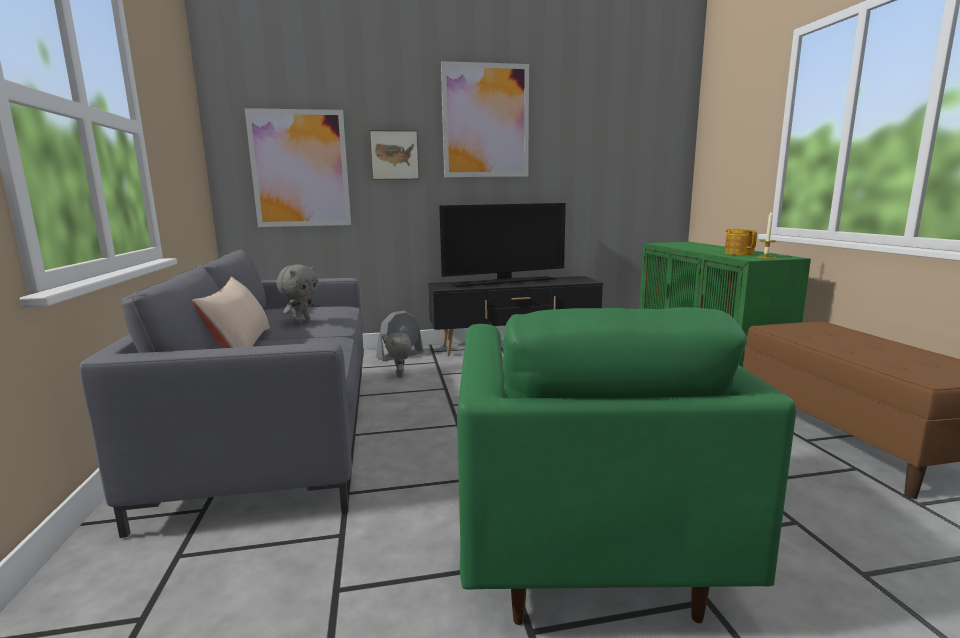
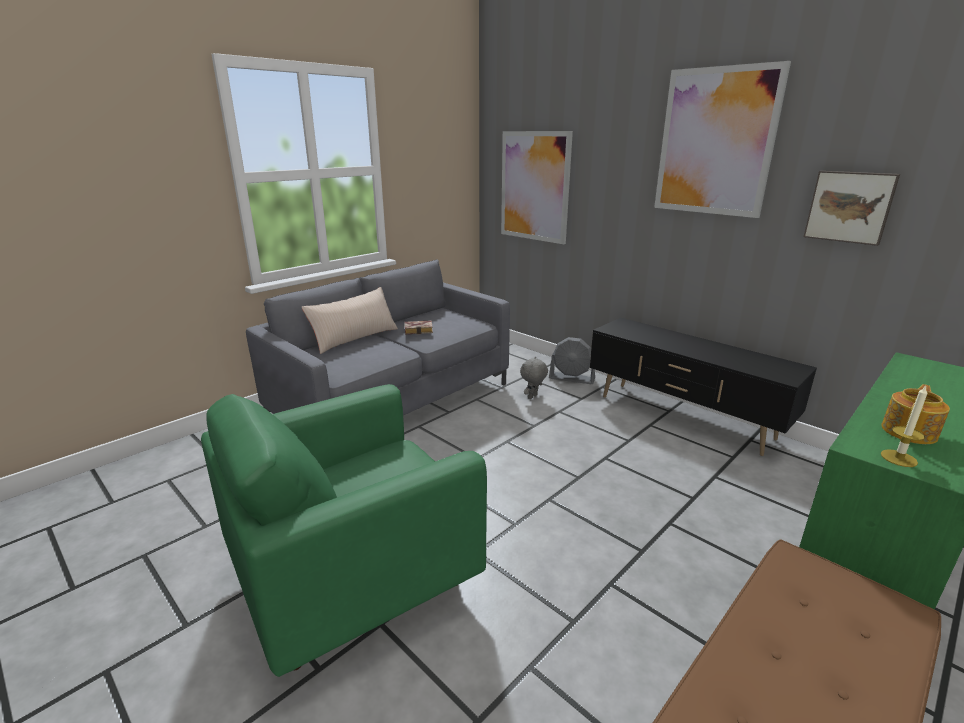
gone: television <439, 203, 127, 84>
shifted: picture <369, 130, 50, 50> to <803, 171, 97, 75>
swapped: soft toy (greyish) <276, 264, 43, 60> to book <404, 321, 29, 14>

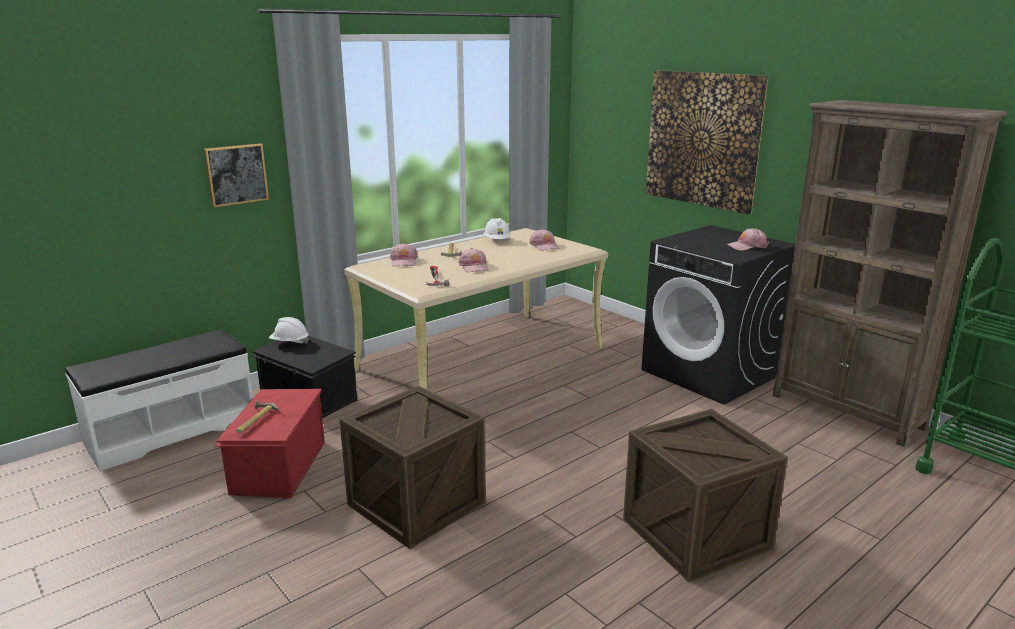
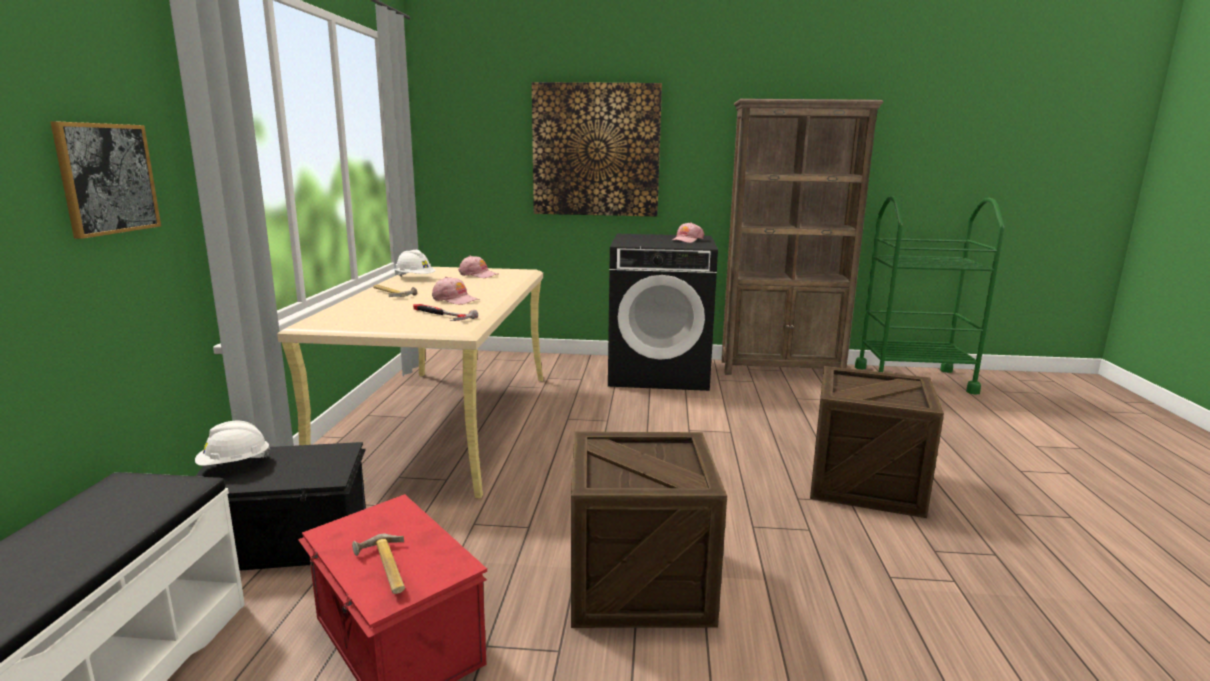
gone: cap (pinkish) <390, 243, 28, 23>

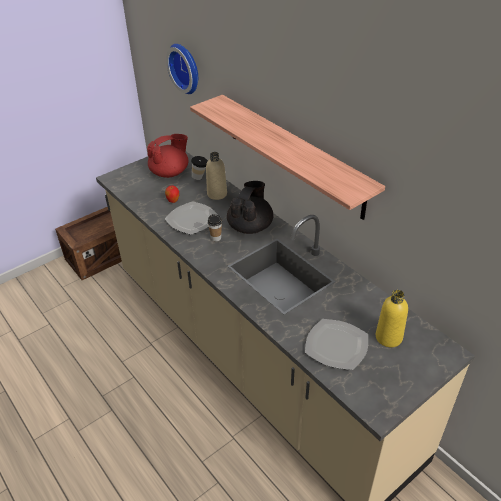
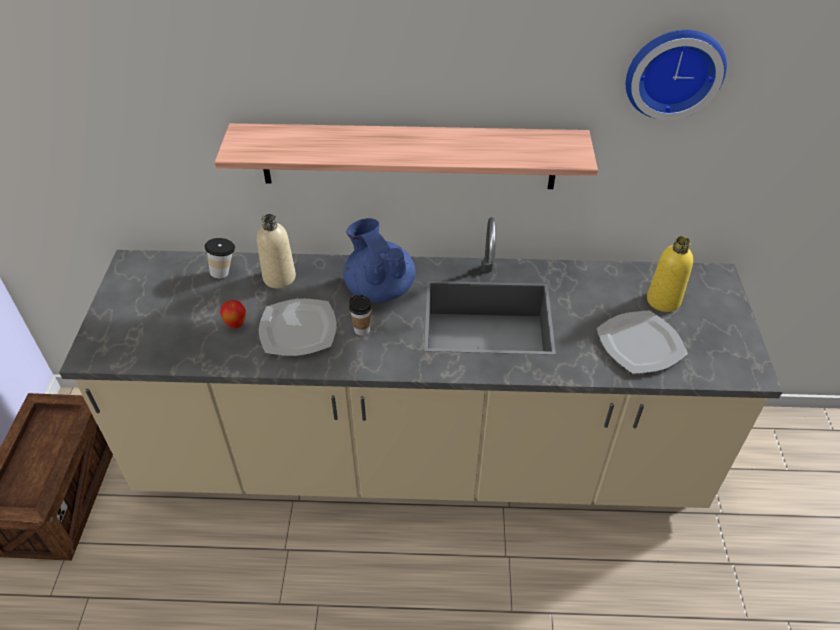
gone: teapot (red) <147, 134, 41, 44>
shifted: clock on the wall <166, 44, 32, 50> to <626, 30, 101, 90>
repainted: teapot (black-coloured) <227, 181, 47, 53> to teapot (blue-coloured) <343, 218, 73, 85>

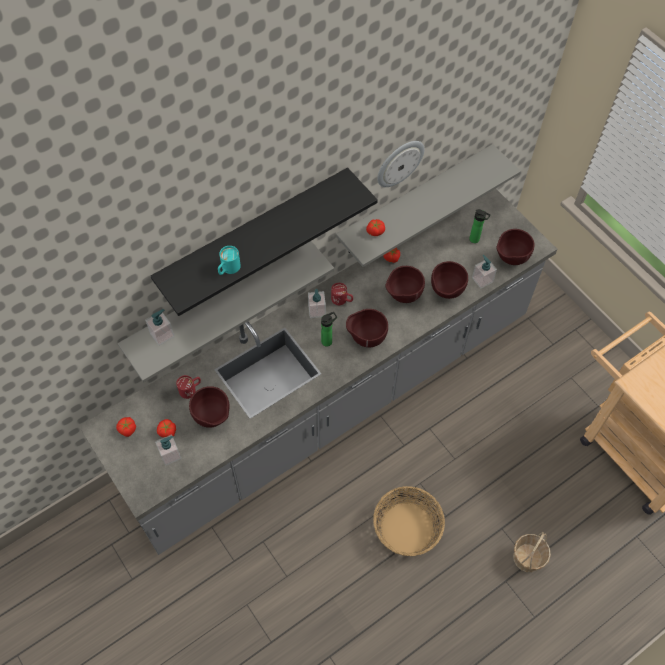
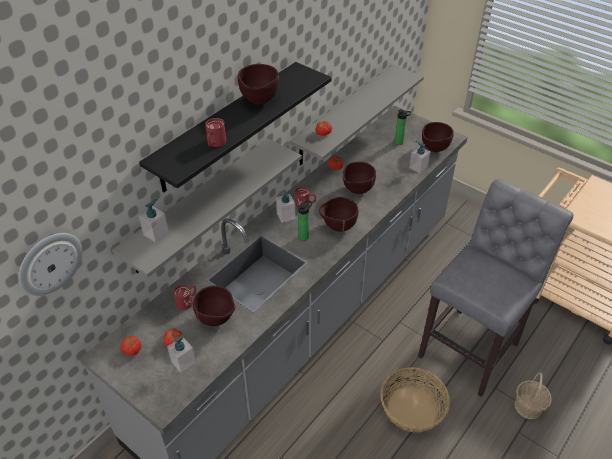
new: stool seat (greyish) <418, 179, 155, 218>
shifted: clock on the wall <377, 141, 48, 46> to <18, 233, 64, 63>; bowl (brownish) <431, 261, 37, 38> to <238, 64, 41, 41>
repainted: coffee mug (turquoise-coloured) <218, 246, 23, 29> to coffee mug (red) <205, 118, 21, 29>

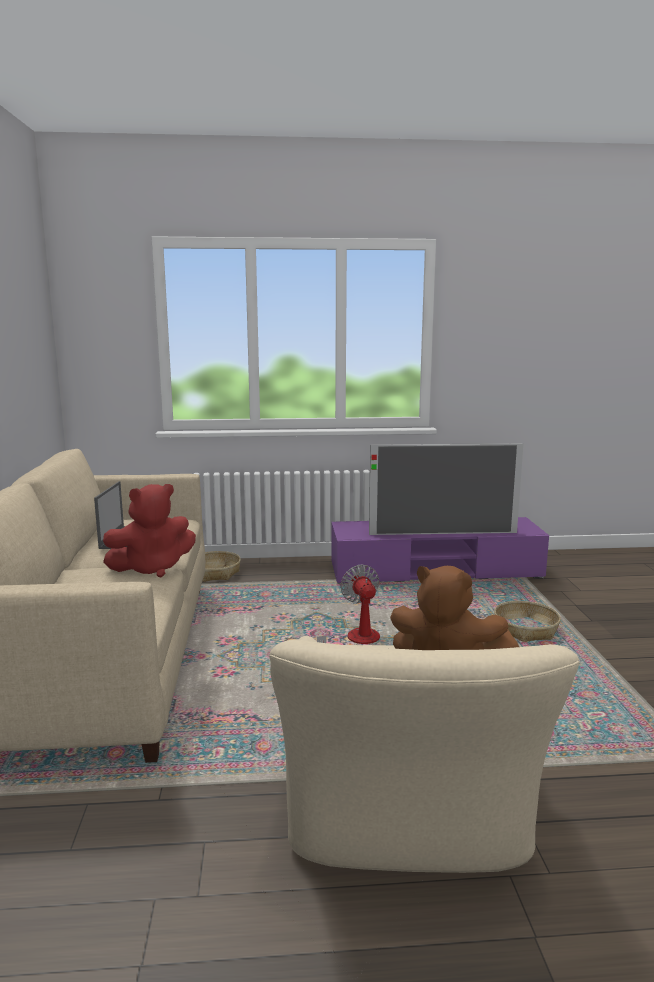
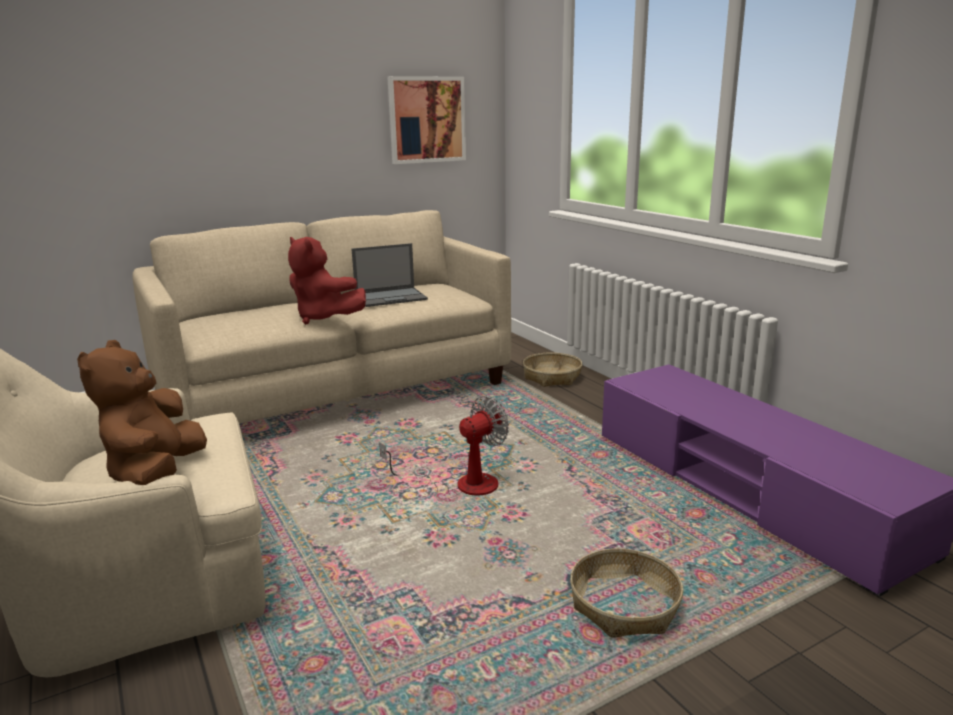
gone: television <369, 443, 154, 92>
new: picture <387, 76, 79, 88>

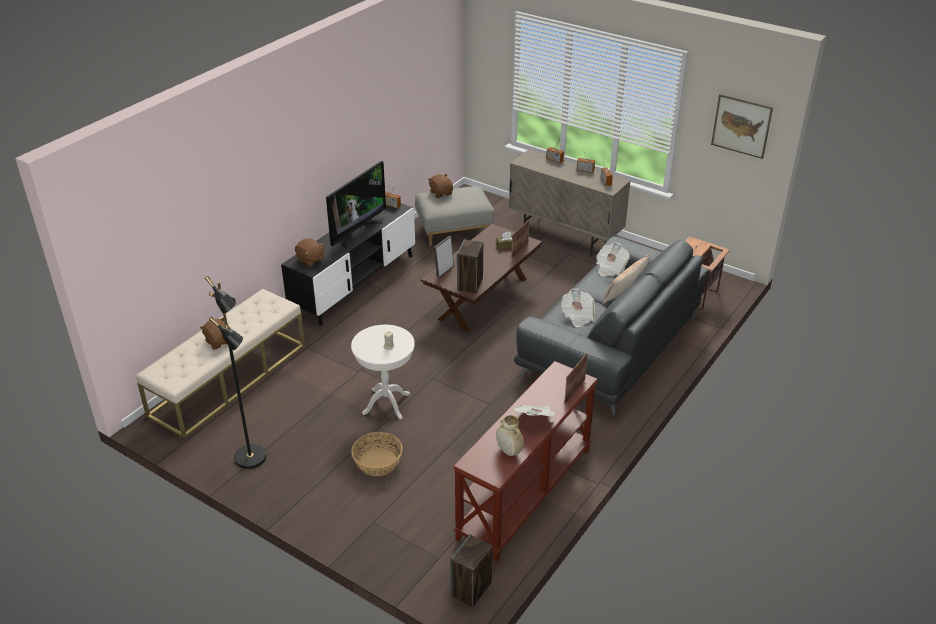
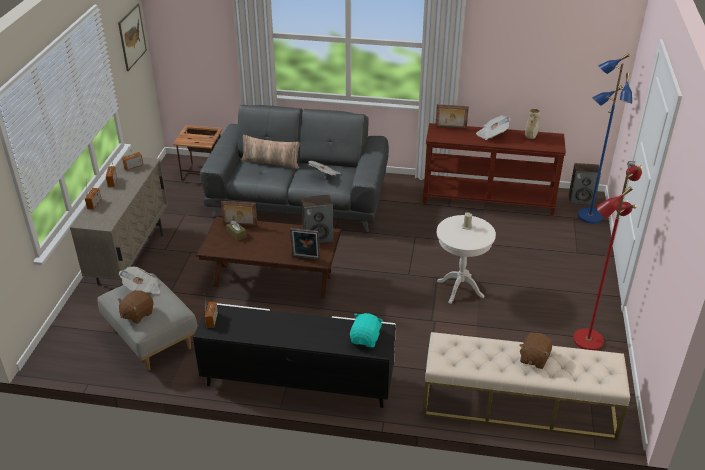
gone: television <326, 161, 60, 88>; storage basket <351, 432, 52, 44>
new: standard lamp (blue-coloured) <578, 53, 54, 171>
shifted: newspaper <596, 243, 34, 33> to <119, 267, 41, 27>
repainted: standard lamp (black-coloured) <205, 276, 62, 193> to standard lamp (red) <573, 165, 69, 185>; soft toy (brownish) <295, 238, 29, 29> to soft toy (turquoise-coloured) <350, 313, 33, 34>

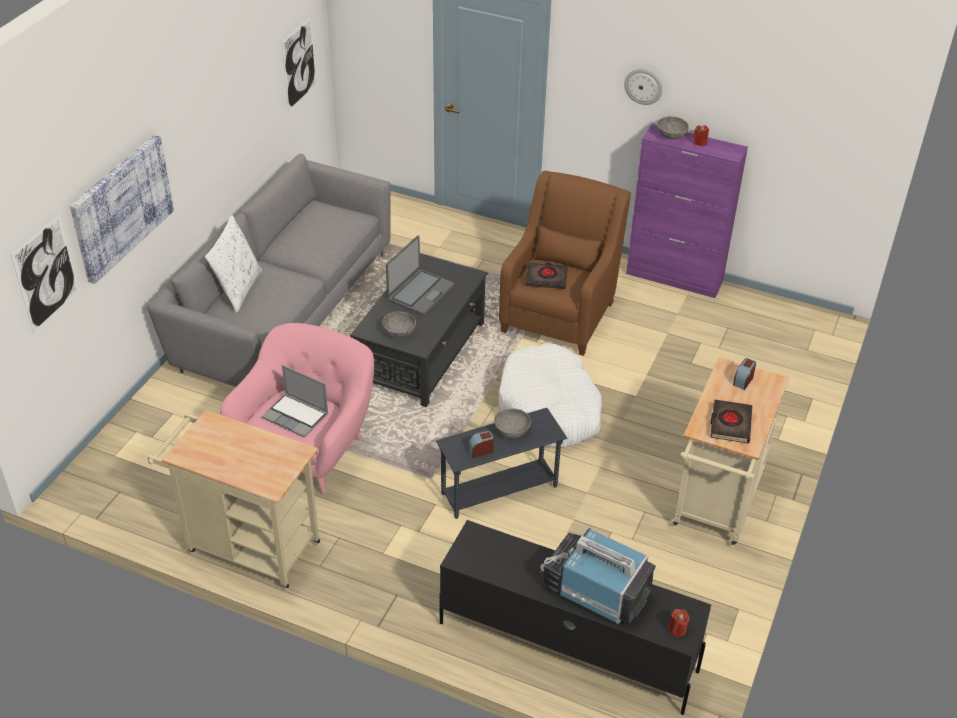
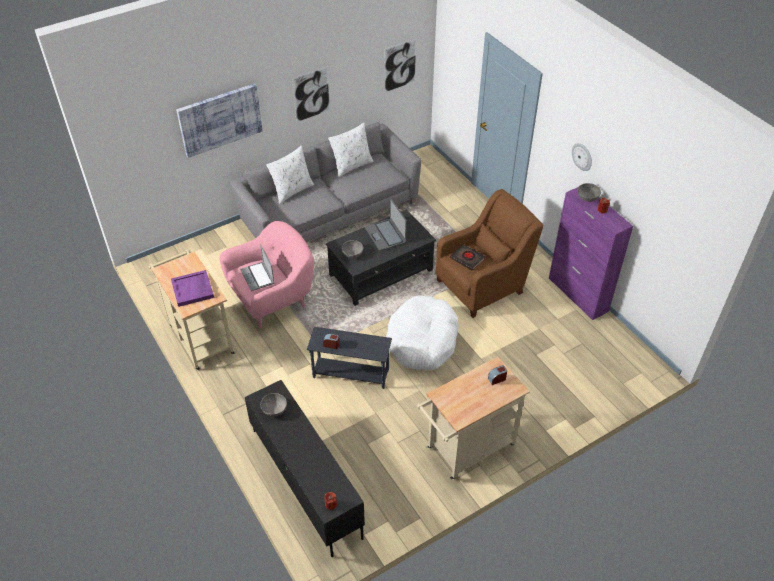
gone: television <540, 528, 116, 96>; book (black-coloured) <710, 399, 43, 45>
new: tray (purple-coloured) <171, 270, 43, 37>; throw pillow (white-coloured) <328, 123, 46, 54>
shifted: picture <11, 214, 68, 119> to <292, 66, 39, 57>; bowl (greyish) <494, 408, 37, 30> to <260, 393, 27, 23>
rotated: portable computer <386, 235, 69, 80> = <365, 198, 42, 53> 90 degrees clockwise

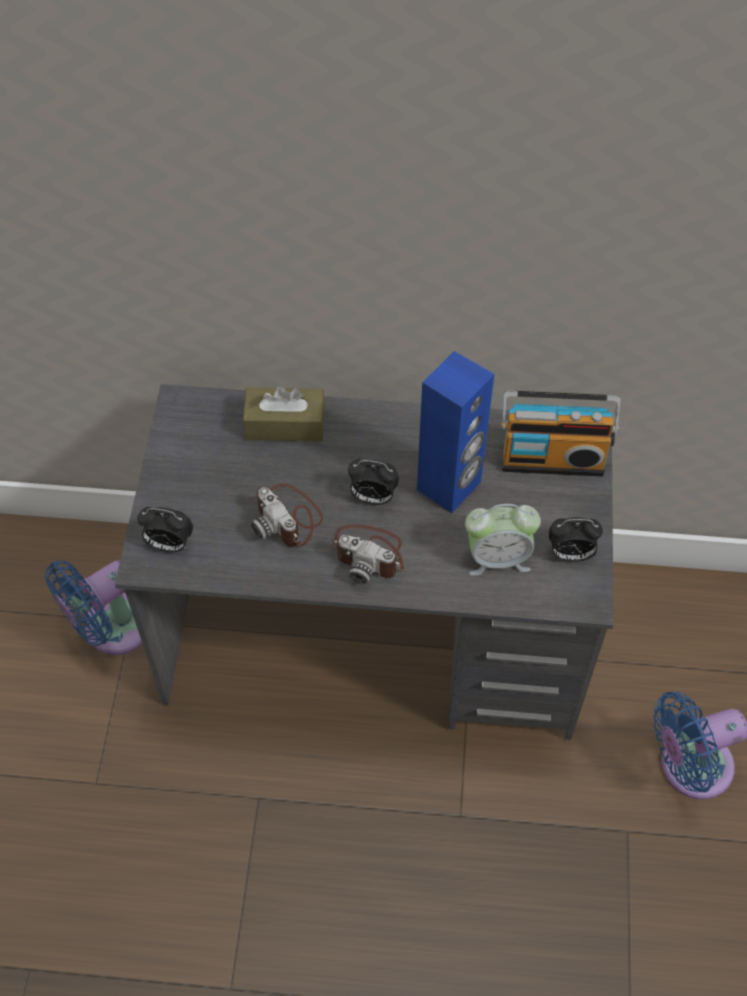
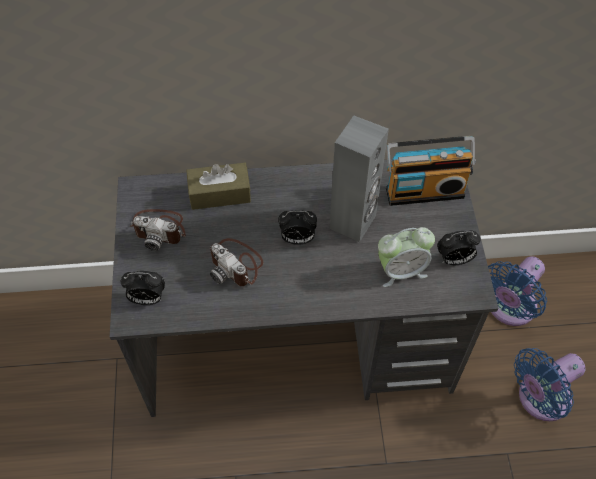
shifted: fan (blue-coloured) <45, 560, 97, 95> to <488, 256, 59, 70>; still camera <331, 524, 73, 60> to <129, 209, 57, 42>
repainted: loudspeaker (blue-coloured) <417, 351, 77, 162> to loudspeaker (greyish) <329, 115, 60, 127>

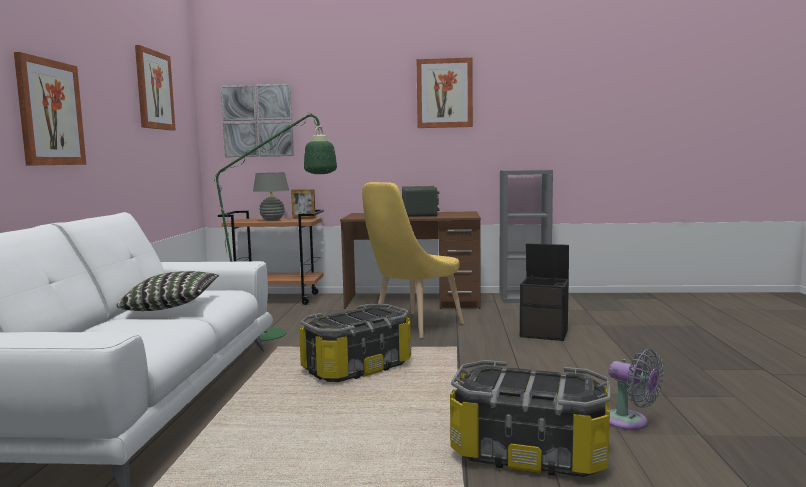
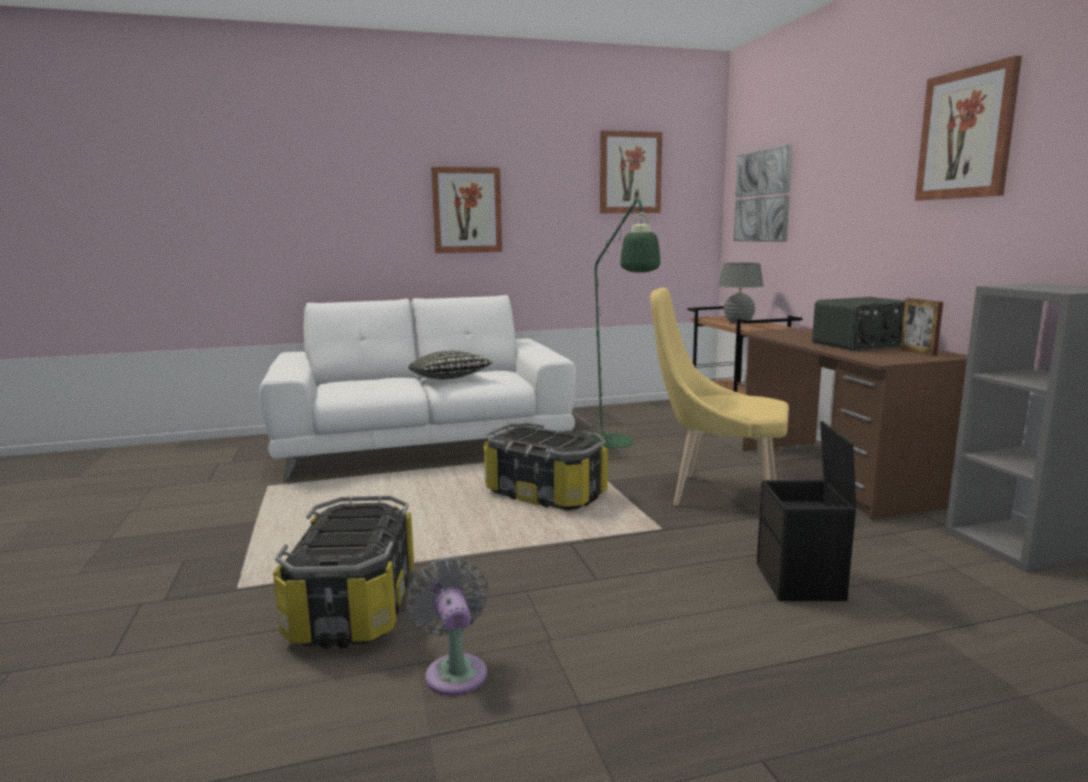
shifted: picture frame <291, 189, 25, 30> to <900, 298, 43, 58>
rotated: fan (greyish) <609, 349, 54, 81> = <407, 558, 81, 138> 135 degrees clockwise

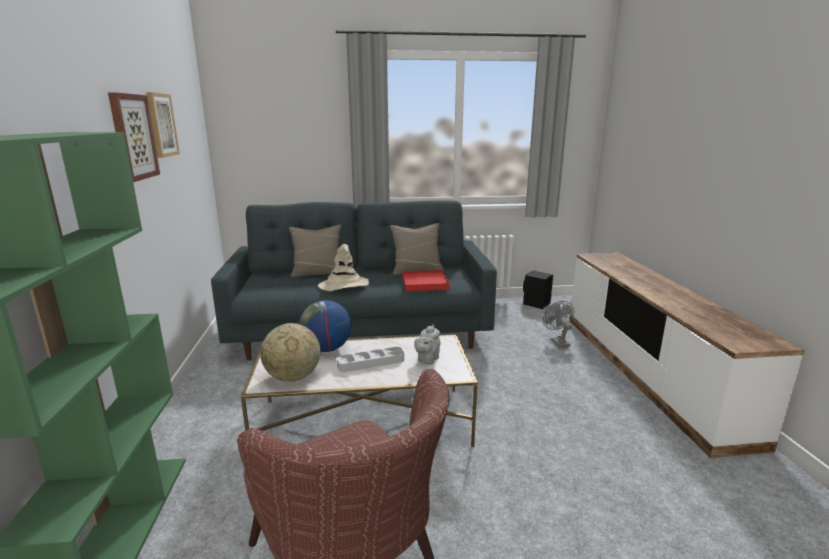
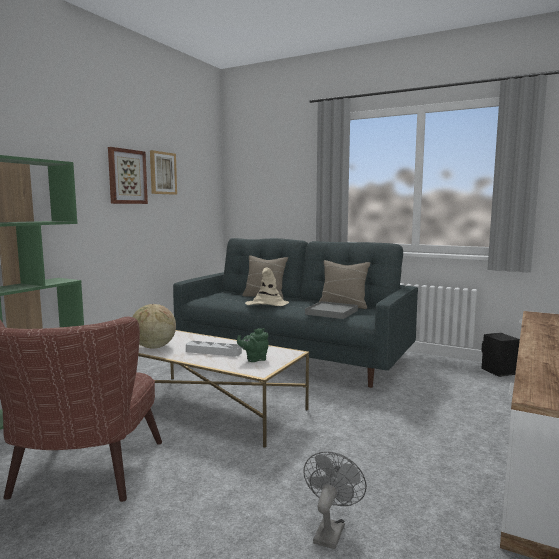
gone: world globe <299, 300, 52, 52>
shifted: fan (greyish) <543, 301, 31, 47> to <303, 451, 64, 98>
repainted: tray (red) <402, 270, 48, 21> to tray (greyish) <305, 301, 53, 18>; teapot (greyish) <414, 324, 27, 41> to teapot (greenish) <237, 328, 32, 34>

